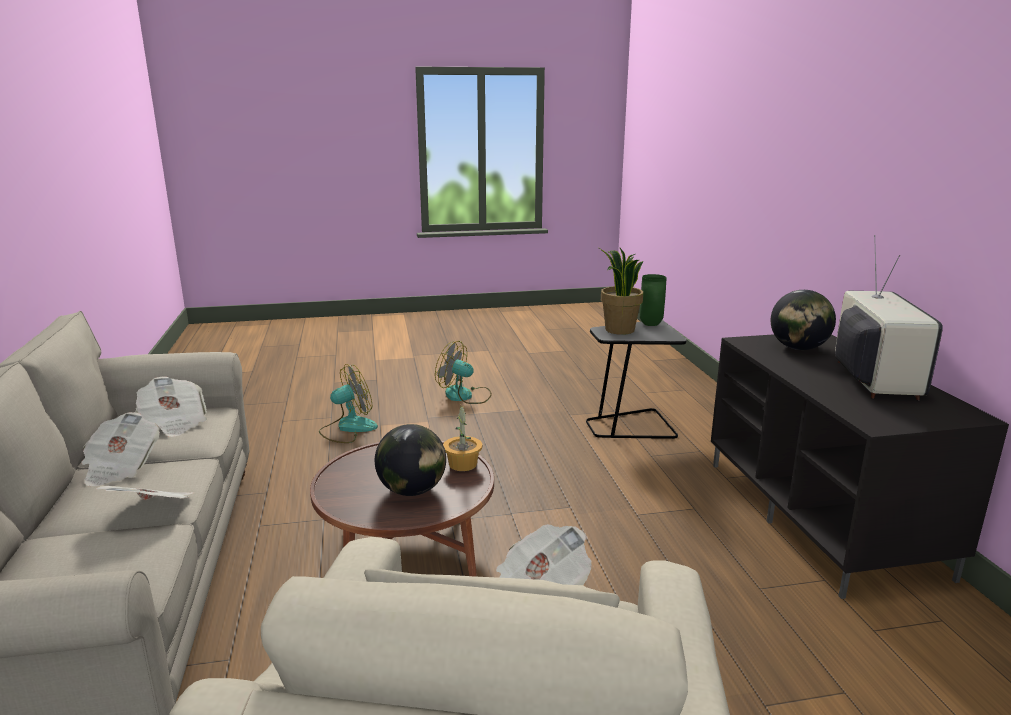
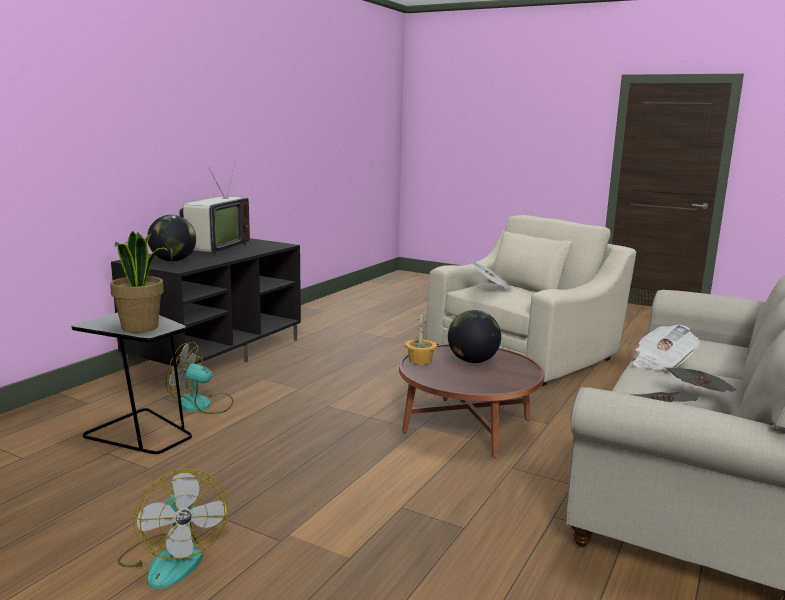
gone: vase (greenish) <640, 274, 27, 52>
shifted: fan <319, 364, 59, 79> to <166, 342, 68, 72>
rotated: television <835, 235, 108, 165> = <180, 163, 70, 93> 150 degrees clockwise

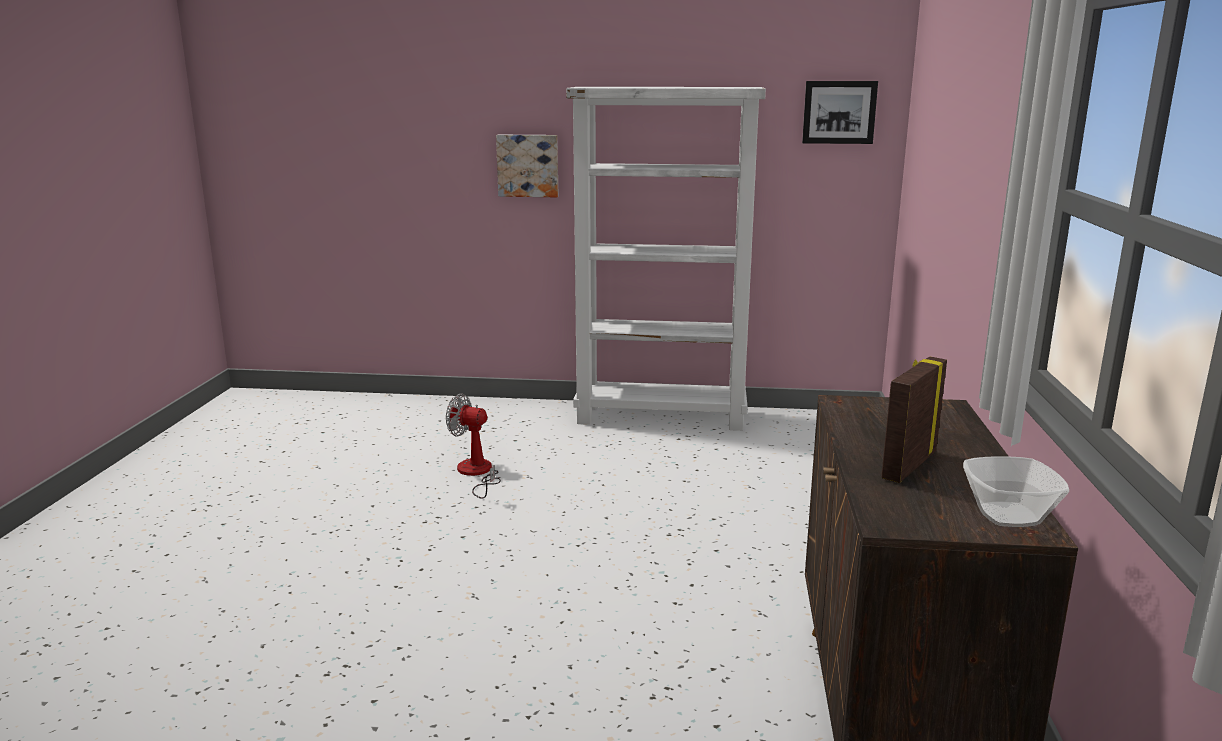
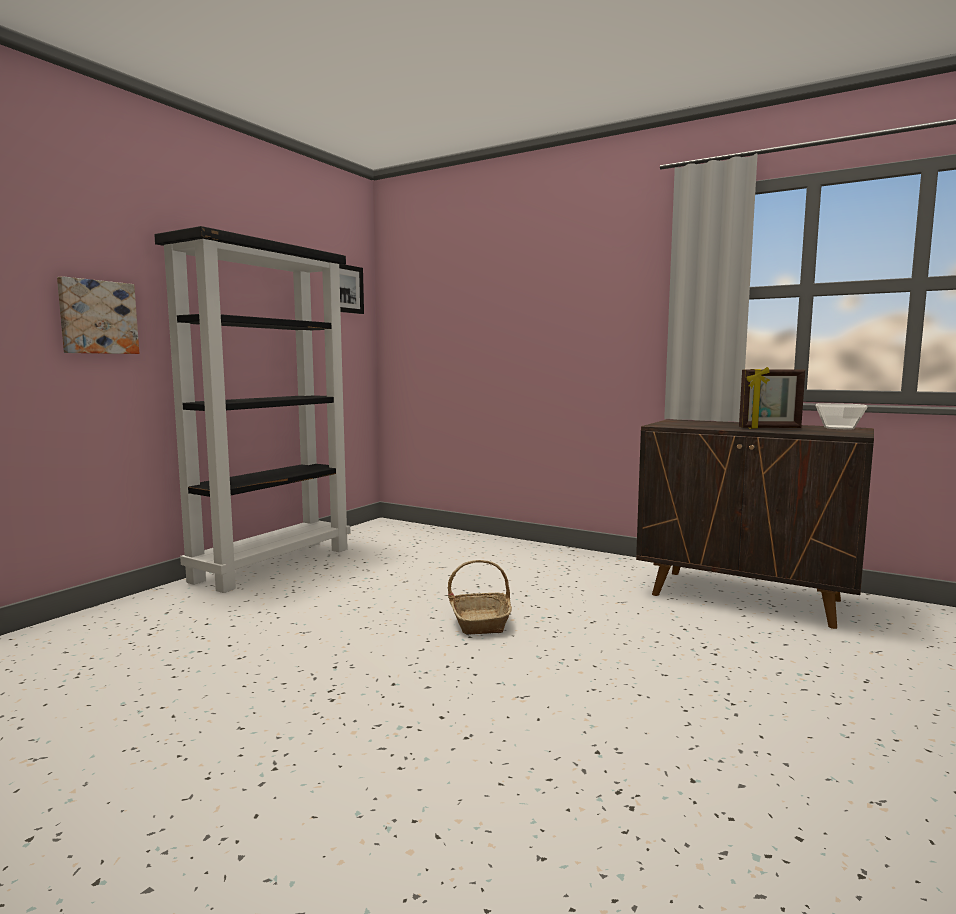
gone: fan <446, 394, 55, 105>
new: storage basket <448, 560, 64, 74>
repainted: bookshelf (white-coloured) <566, 87, 200, 344> to bookshelf (black-coloured) <154, 226, 196, 367>
rotated: picture frame <881, 356, 66, 127> = <739, 367, 66, 62> 60 degrees counterclockwise

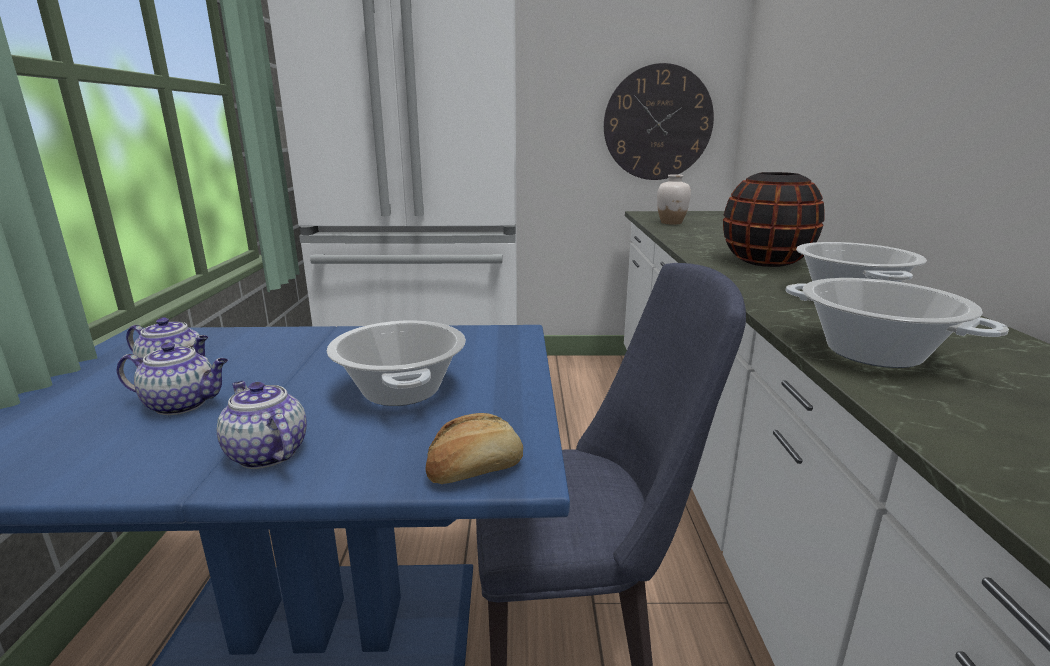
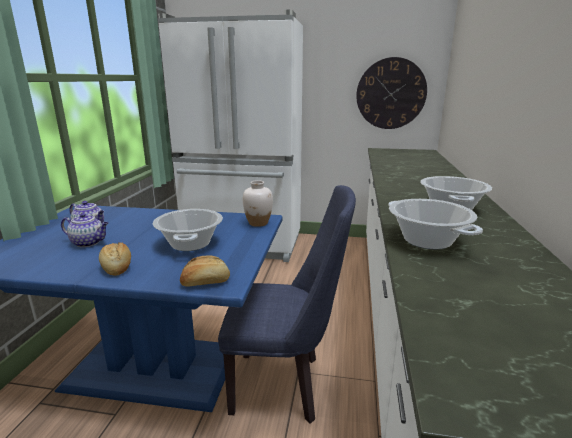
gone: vase (black-coloured) <723, 172, 102, 95>
shifted: vase (white-coloured) <657, 174, 34, 51> to <243, 180, 30, 47>
swapped: teapot <217, 381, 90, 88> to bakery bread <99, 242, 32, 34>

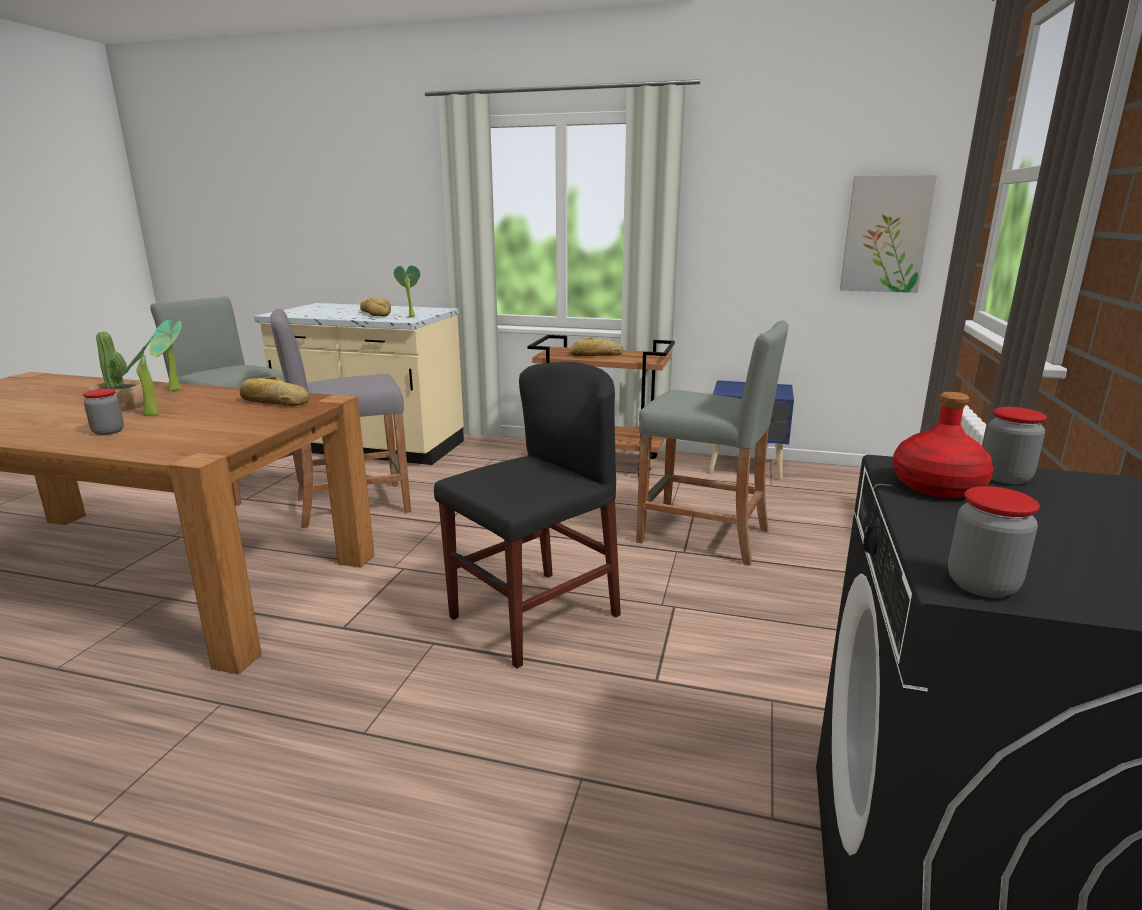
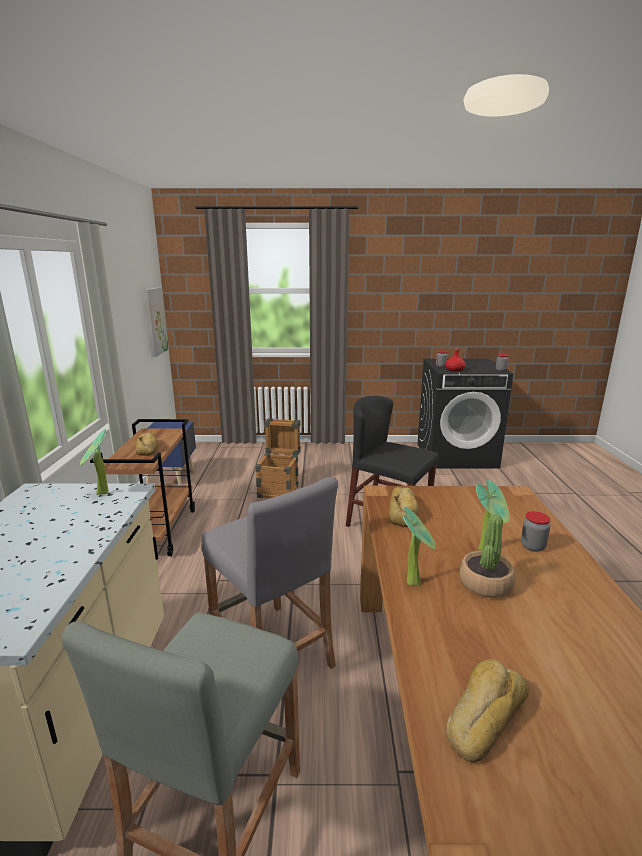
shifted: bakery bread <360, 298, 31, 18> to <446, 659, 83, 103>
swapped: stool seat (greyish) <636, 320, 152, 246> to shipping crate <255, 418, 46, 80>

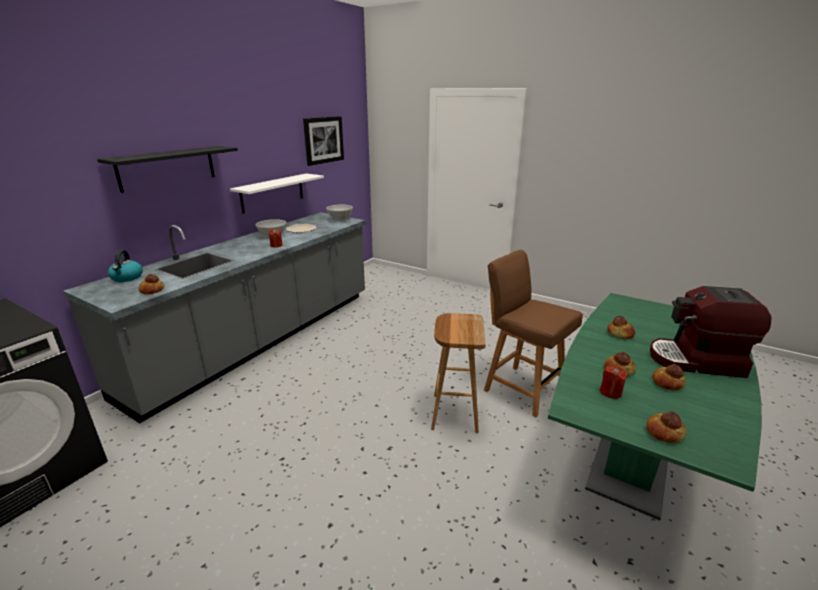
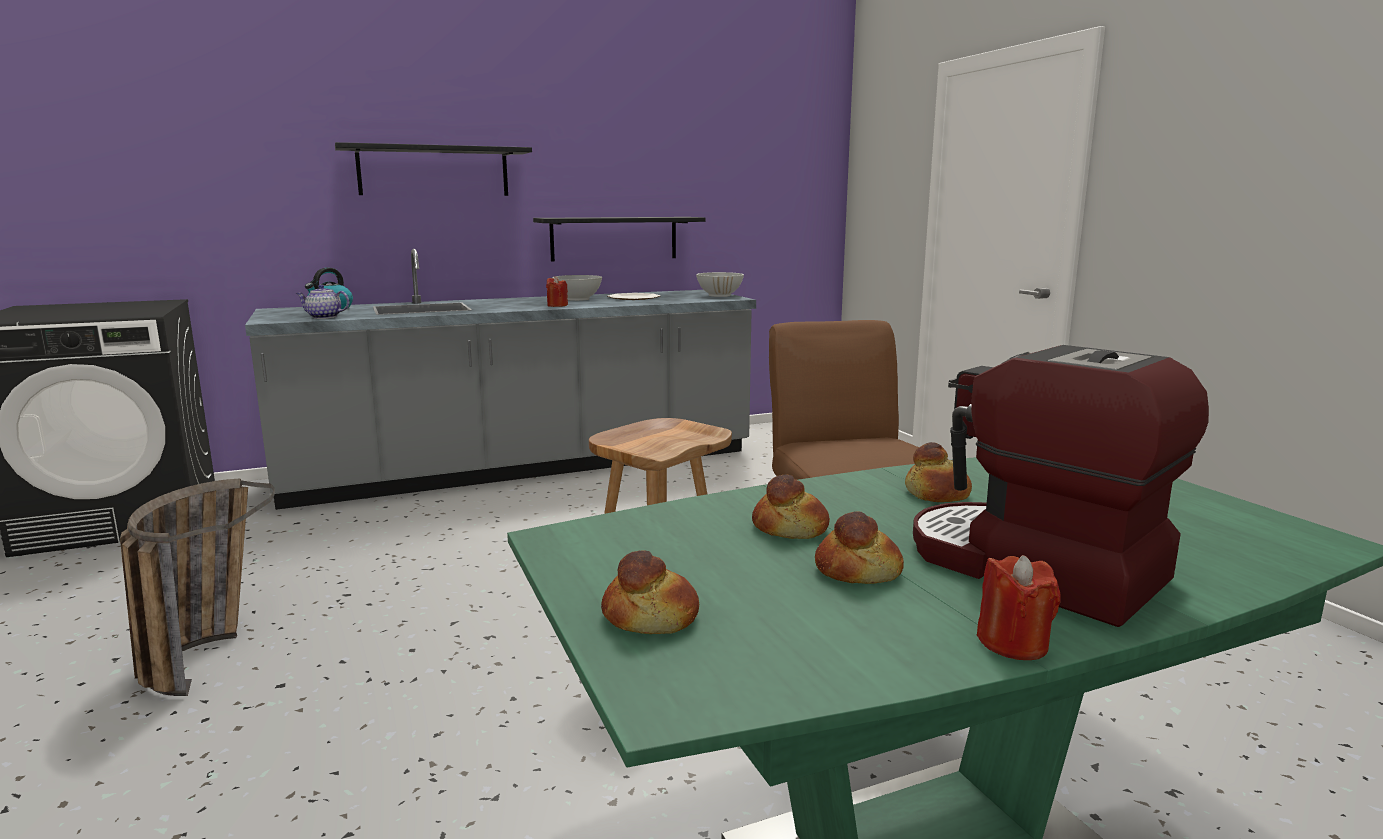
gone: picture <303, 116, 41, 50>
new: storage basket <120, 479, 155, 217>
shifted: wax light (red) <600, 366, 28, 33> to <977, 555, 84, 105>
swapped: bakery bread <139, 274, 25, 20> to teapot <296, 285, 53, 34>
repainted: wall shelf (white-coloured) <230, 173, 94, 40> to wall shelf (black-coloured) <533, 217, 172, 44>

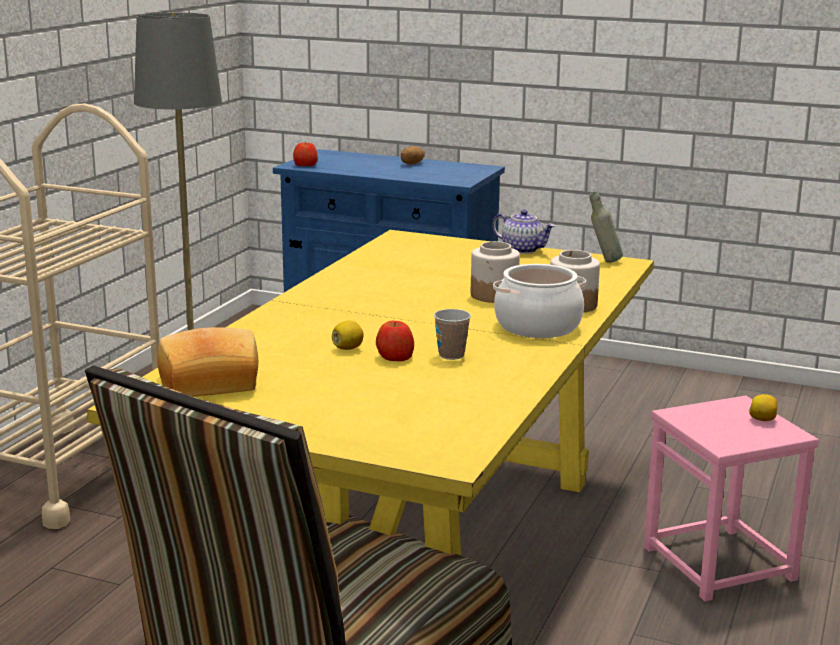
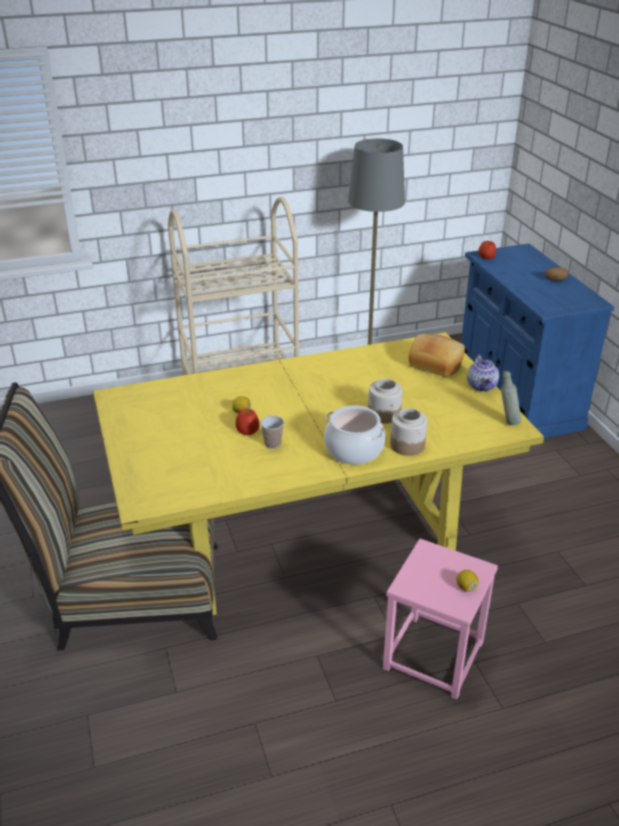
shifted: bakery bread <158, 327, 100, 70> to <409, 334, 56, 43>

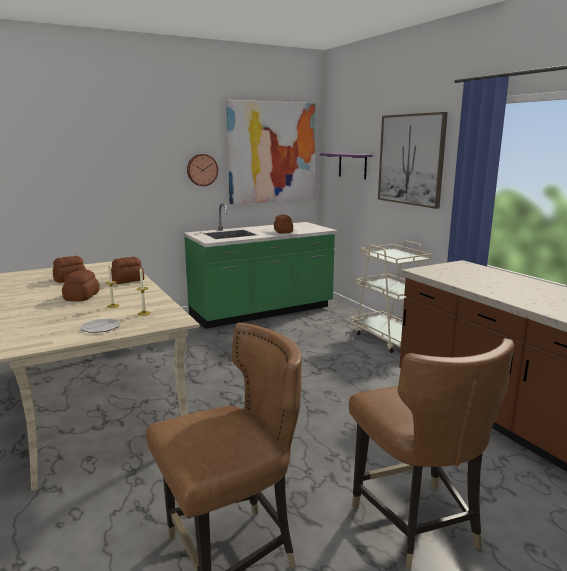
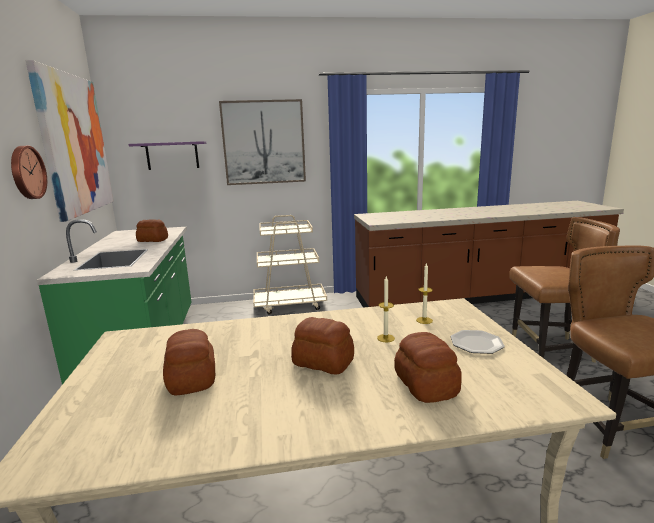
shifted: bakery bread <111, 257, 33, 27> to <394, 332, 68, 71>

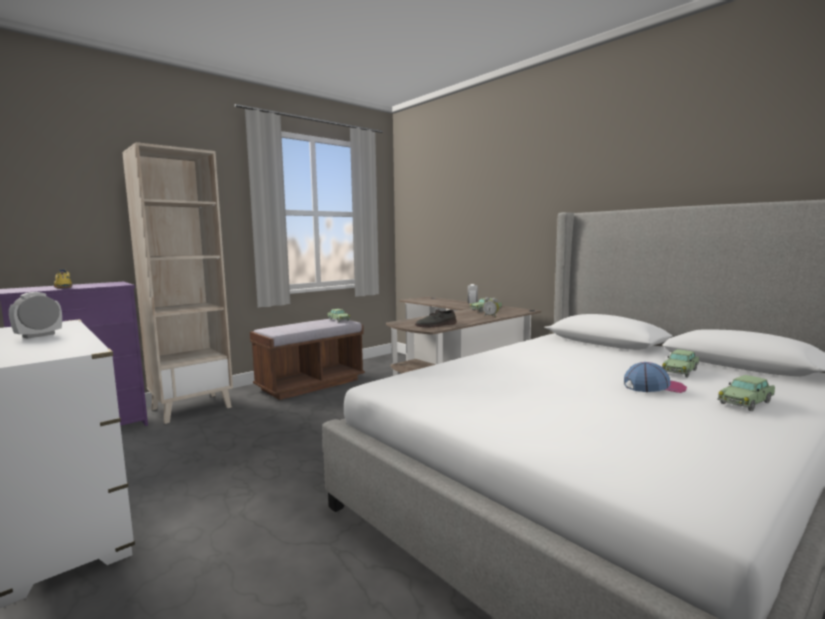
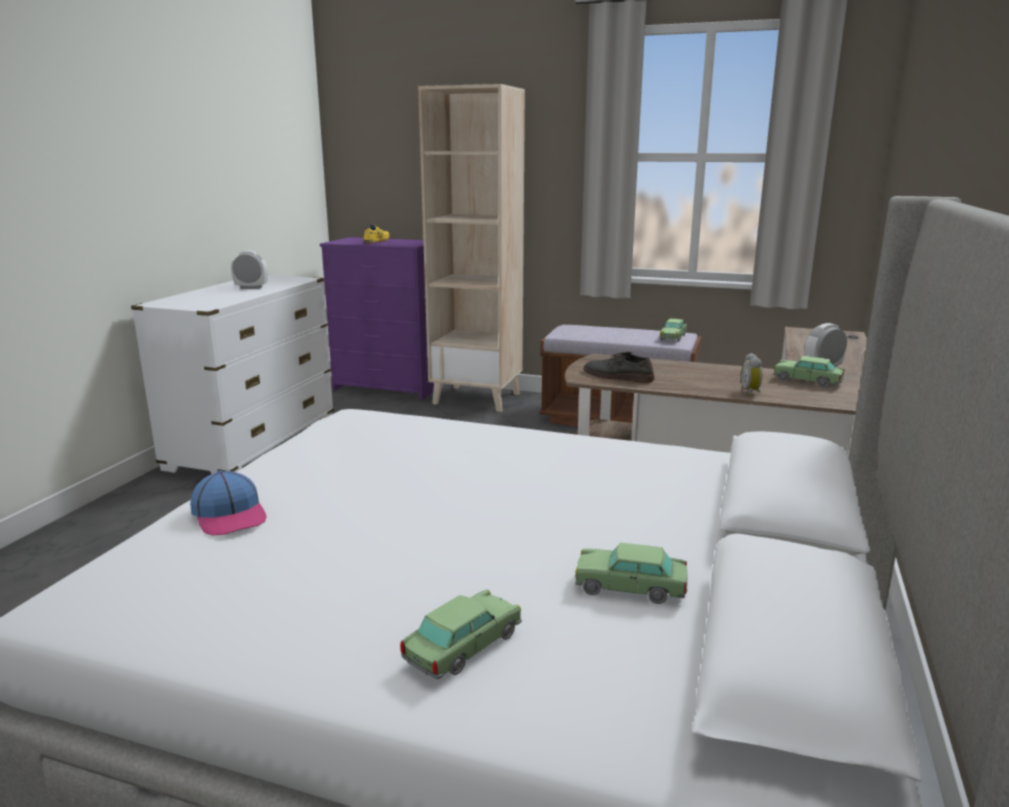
shifted: cap <624, 362, 63, 31> to <190, 471, 77, 65>
rotated: toy car <717, 375, 58, 36> = <400, 590, 122, 89> 105 degrees clockwise

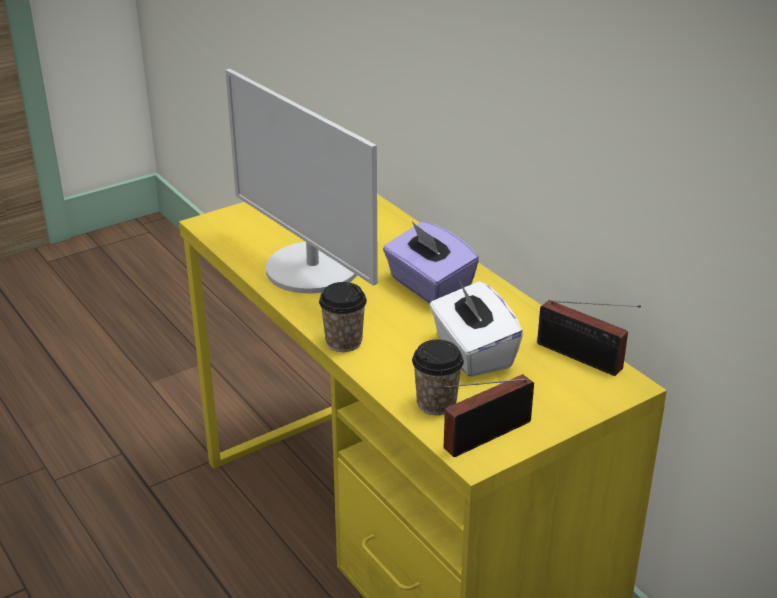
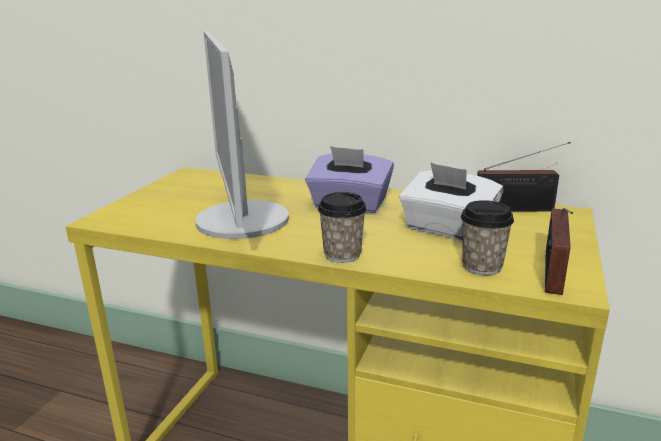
rotated: computer display <225, 69, 153, 224> = <195, 31, 94, 208> 60 degrees clockwise

